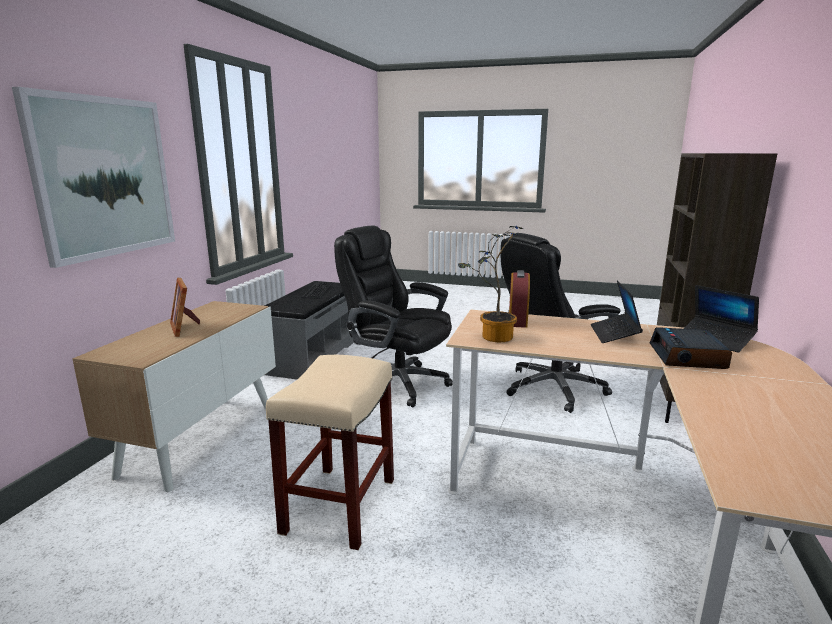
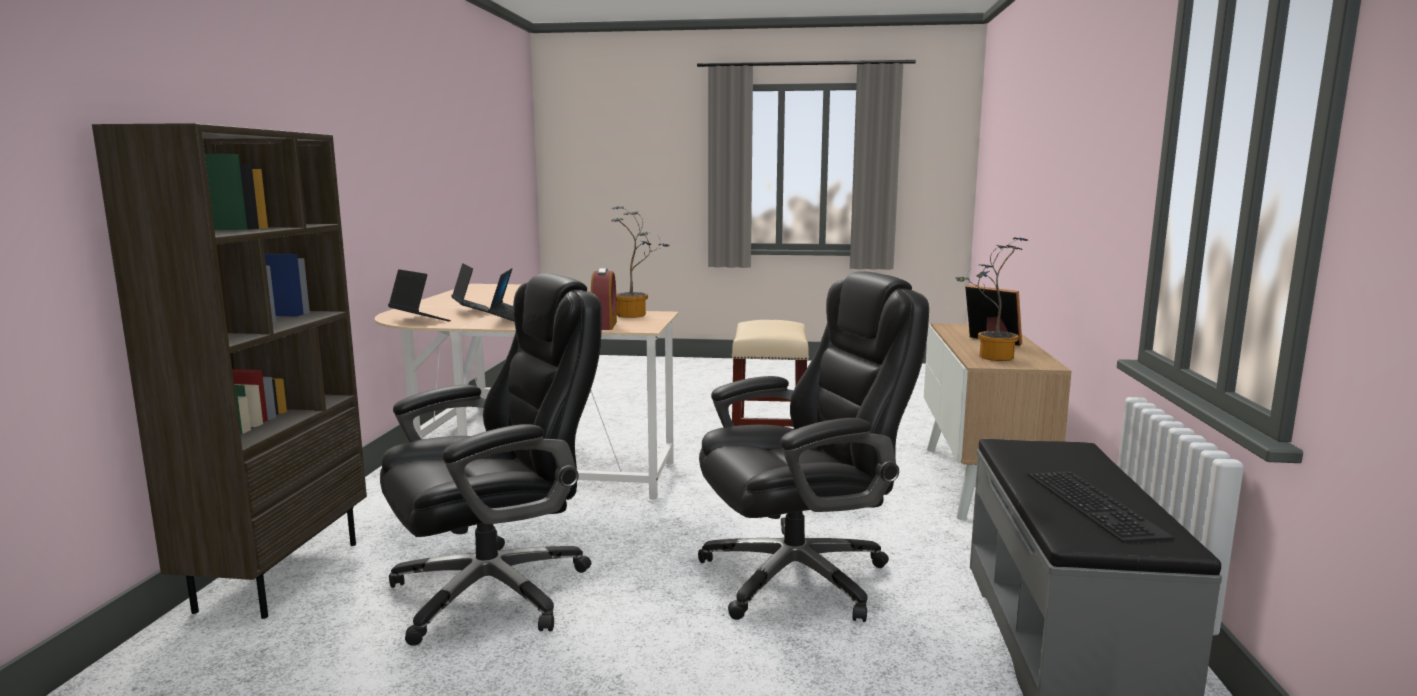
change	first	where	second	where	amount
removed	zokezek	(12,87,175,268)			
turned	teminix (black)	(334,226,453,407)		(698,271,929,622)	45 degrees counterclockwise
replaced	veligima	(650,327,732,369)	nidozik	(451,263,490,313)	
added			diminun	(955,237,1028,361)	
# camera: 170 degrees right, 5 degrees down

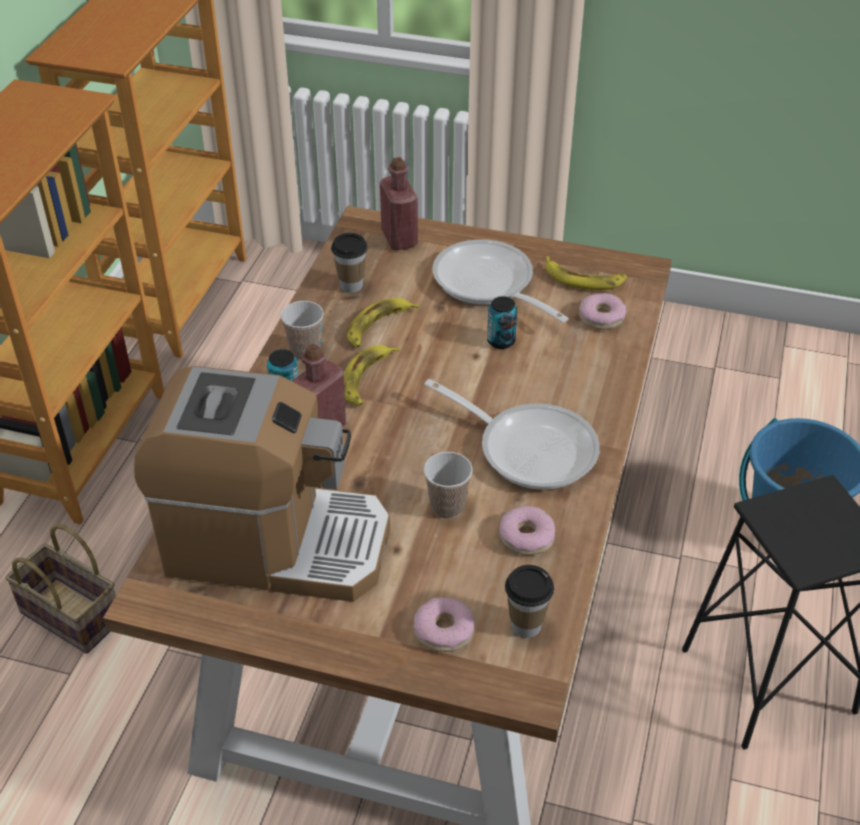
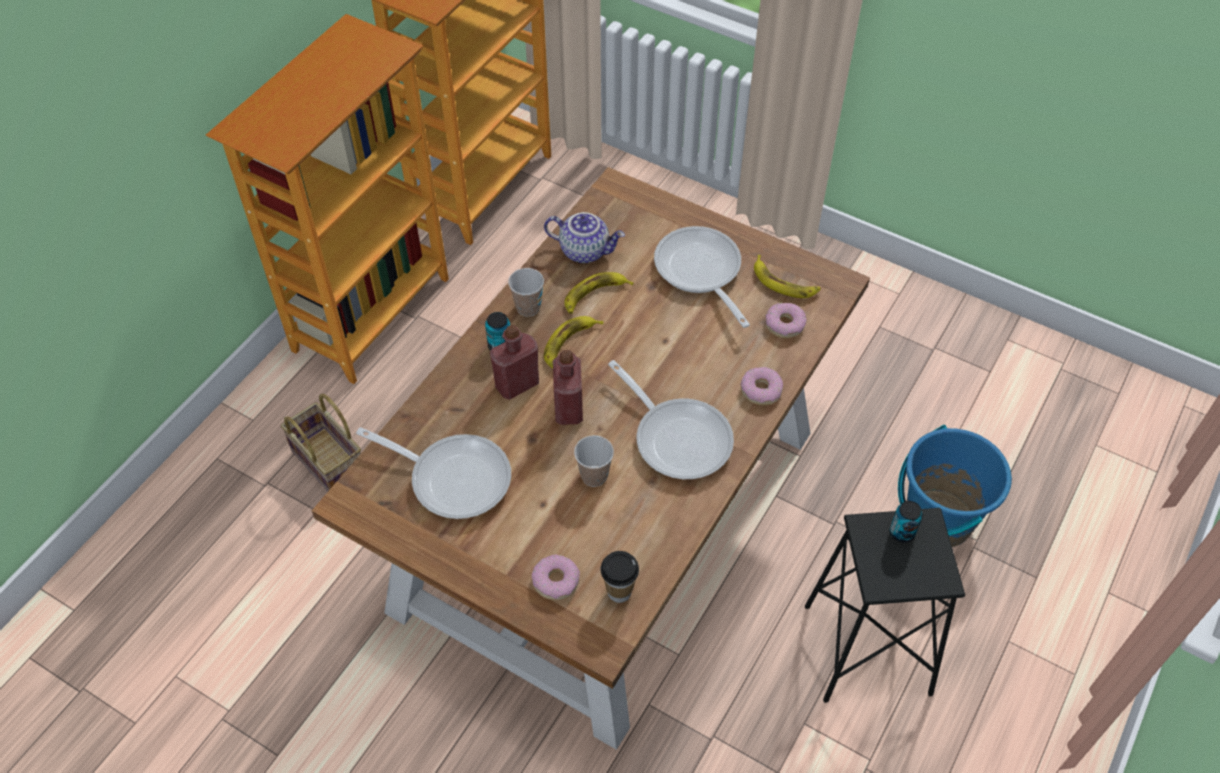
change	first	where	second	where	amount
replaced	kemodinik	(134,366,390,602)	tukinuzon	(356,427,511,519)	
replaced	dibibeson	(331,233,368,293)	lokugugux	(544,212,625,263)	
moved	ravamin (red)	(380,157,418,250)		(553,350,583,425)	
moved	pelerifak	(487,296,517,349)		(890,501,923,543)	
moved	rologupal	(499,506,555,555)		(741,367,783,405)	
# camera: 15 degrees right, 10 degrees up

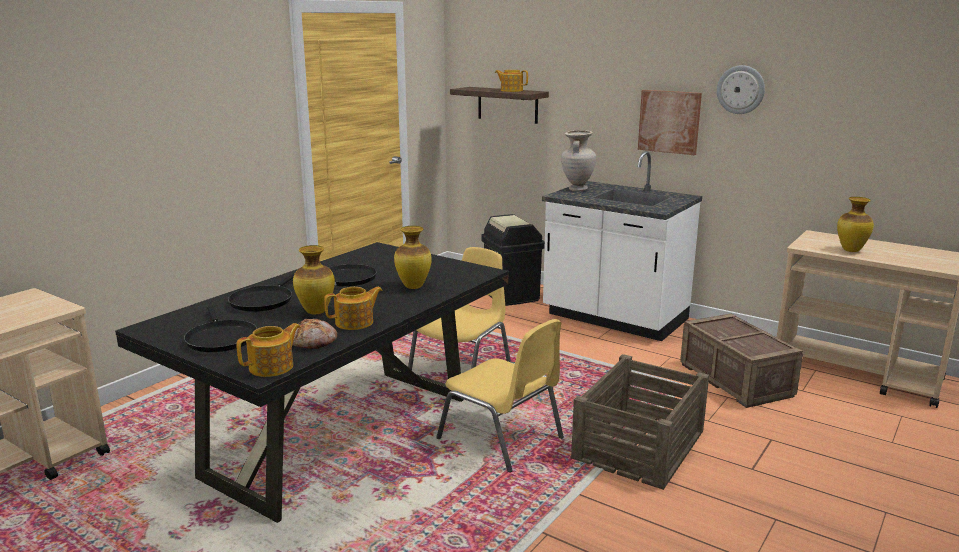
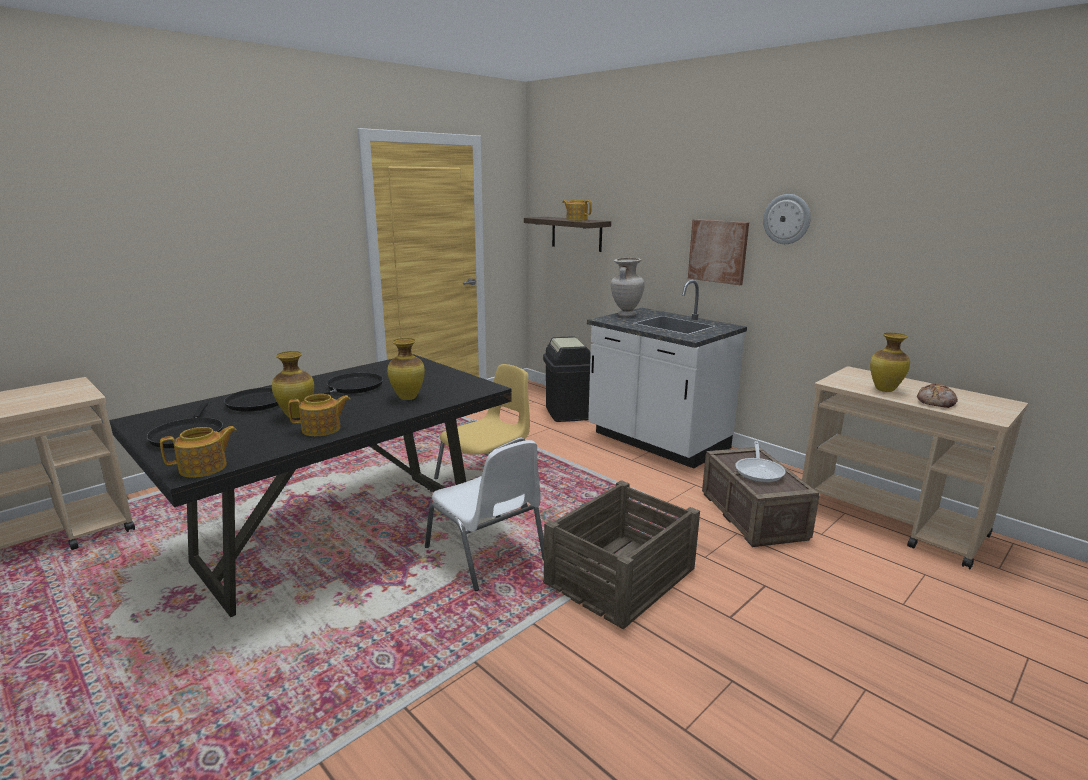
change	first	where	second	where	amount
moved	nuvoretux	(293,319,337,349)		(917,383,958,408)	
recoloured	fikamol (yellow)	(436,319,564,472)	fikamol (white)	(425,440,544,591)	
added			tukinuzon	(735,441,786,482)	
# camera: 10 degrees right, 0 degrees up

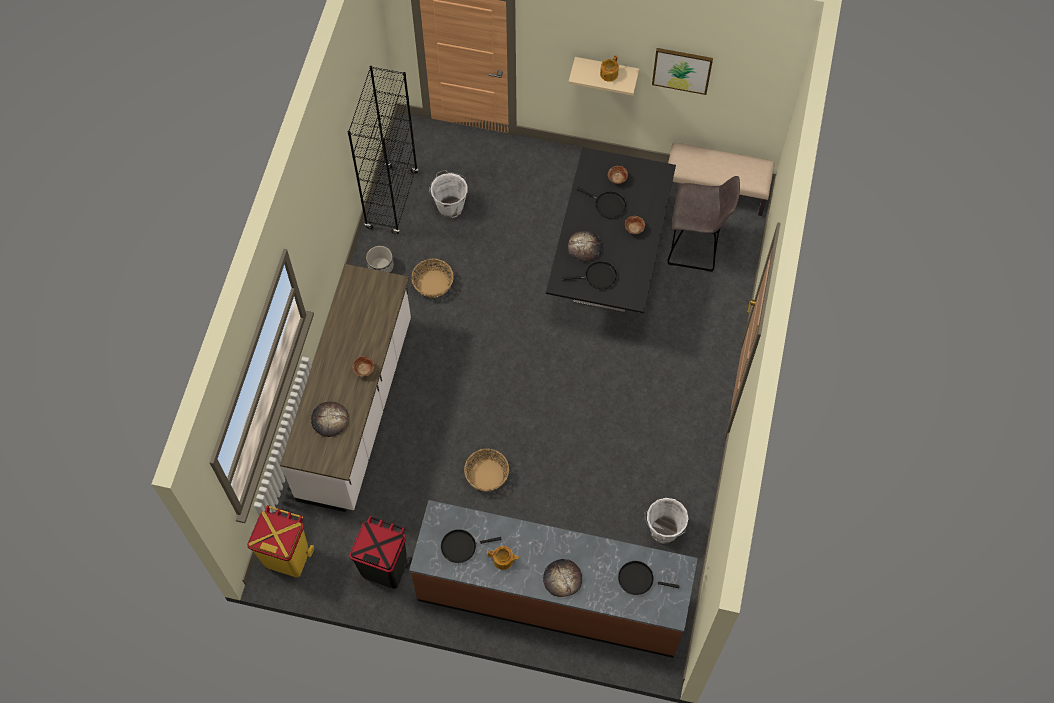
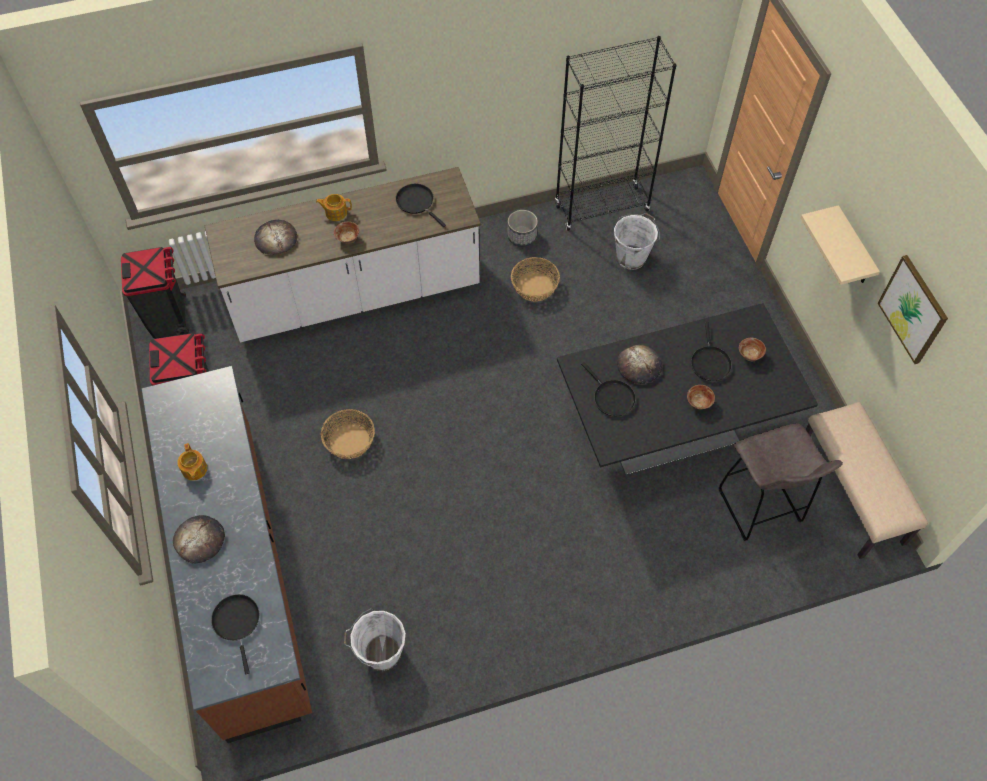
change	first	where	second	where	amount
recoloured	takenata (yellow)	(247,505,314,577)	takenata (black)	(121,247,189,339)	
moved	tukinuzon (black)	(441,529,501,563)		(396,184,446,227)	
moved	lokugugux	(600,55,619,82)		(316,194,352,221)	
# camera: 60 degrees right, 5 degrees down

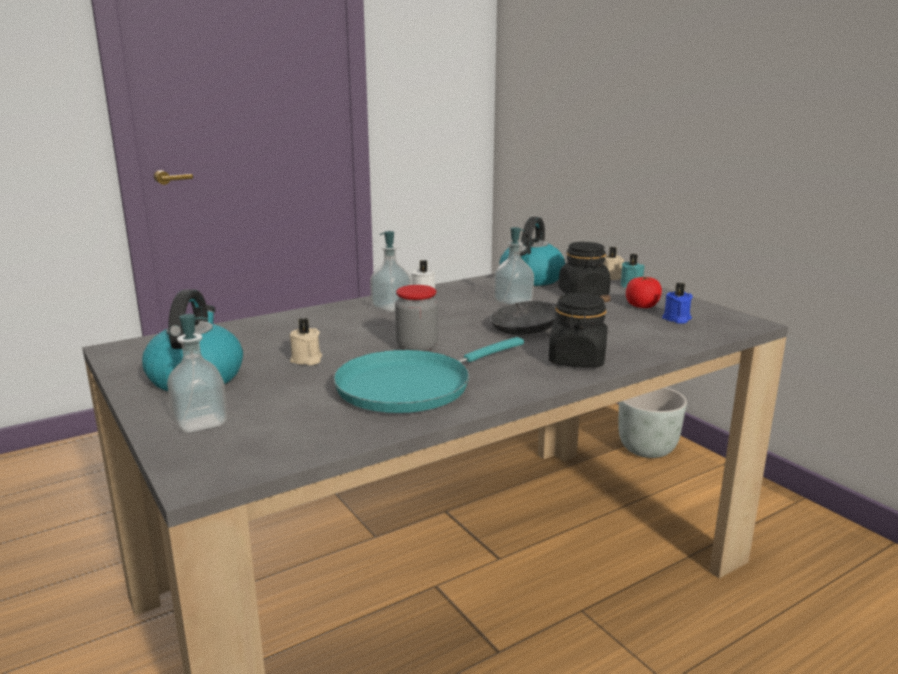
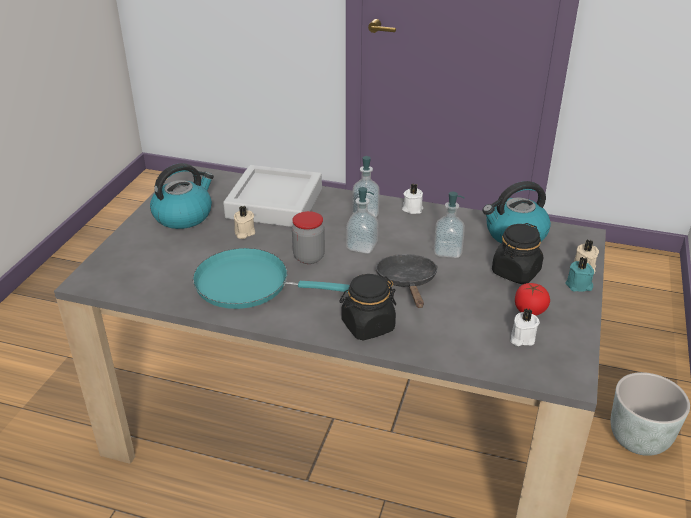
change	first	where	second	where	amount
moved	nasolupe	(167,314,228,433)		(346,187,379,254)	
turned	tukinuzon (black)	(490,295,611,335)		(375,254,438,308)	45 degrees clockwise
recoloured	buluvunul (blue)	(662,282,693,324)	buluvunul (white)	(510,309,540,346)	
added			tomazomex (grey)	(223,165,322,227)	
# camera: 50 degrees right, 15 degrees up

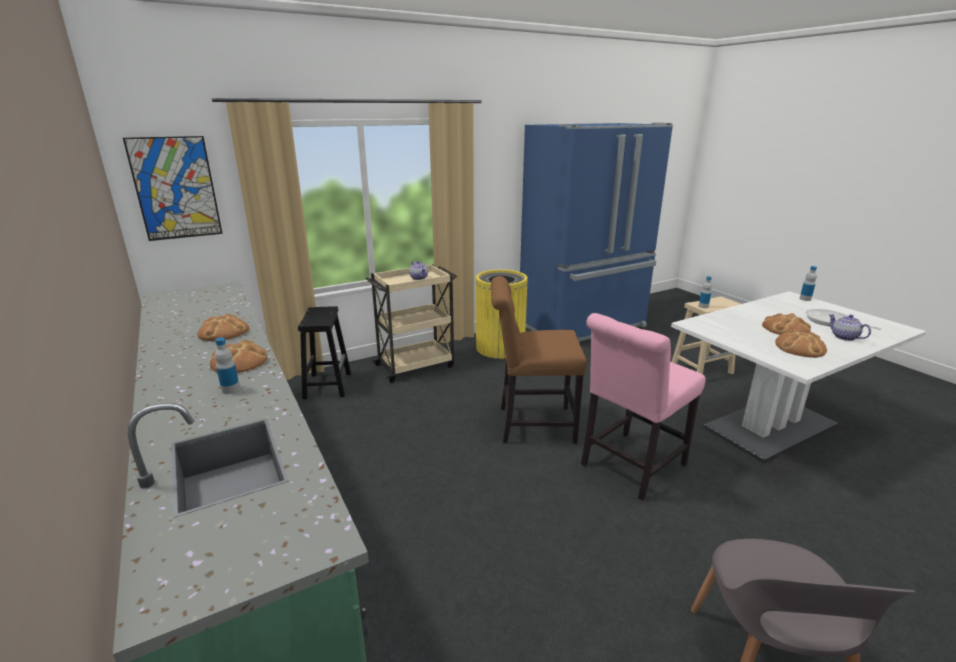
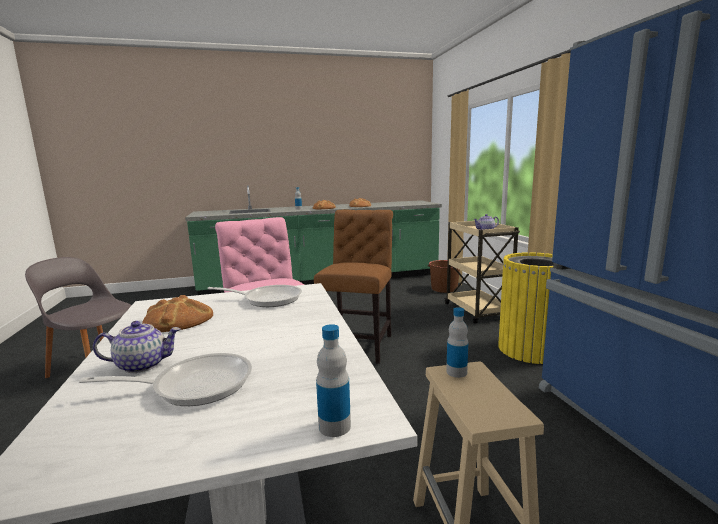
change	first	where	second	where	amount
removed	zokezek	(123,136,223,241)			
replaced	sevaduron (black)	(298,306,351,399)	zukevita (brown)	(428,260,460,293)	
removed	nuvoretux	(762,313,811,335)			
added			tukinuzon	(207,285,302,307)	
# camera: 105 degrees right, 10 degrees down

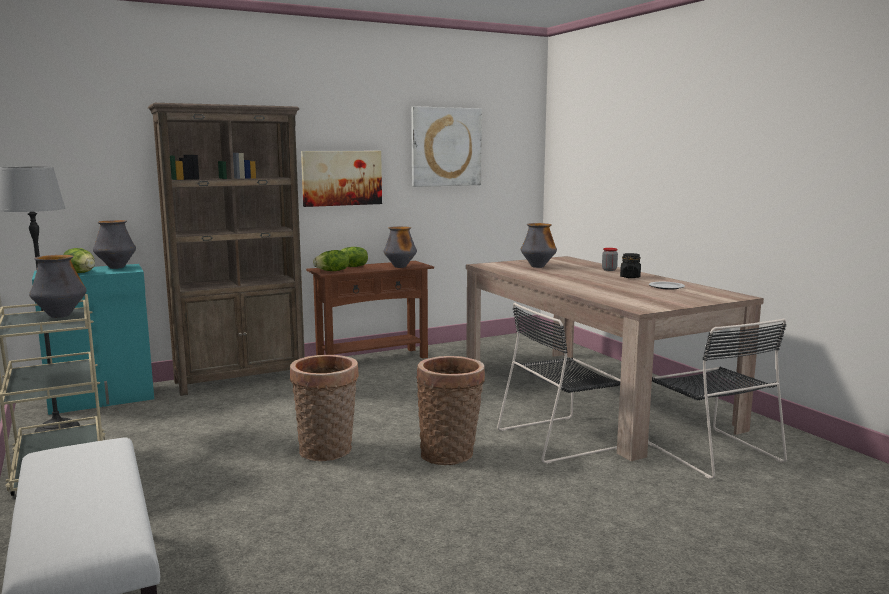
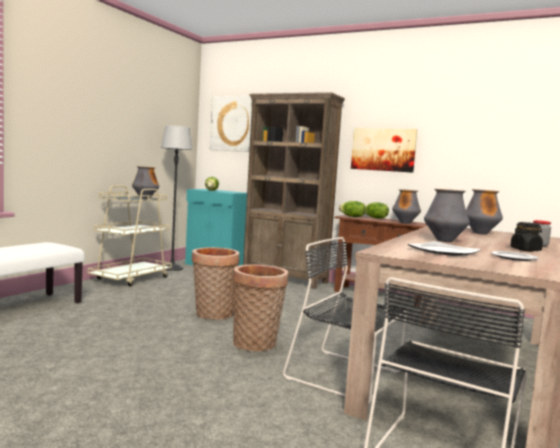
change	first	where	second	where	amount
moved	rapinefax	(93,220,136,269)		(424,189,470,242)	
moved	zokezek	(411,106,482,187)		(210,96,252,152)	
added			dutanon	(408,241,481,256)	
# camera: 55 degrees right, 5 degrees down

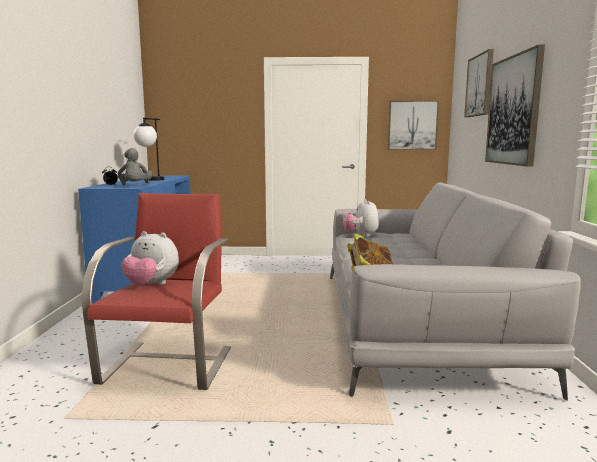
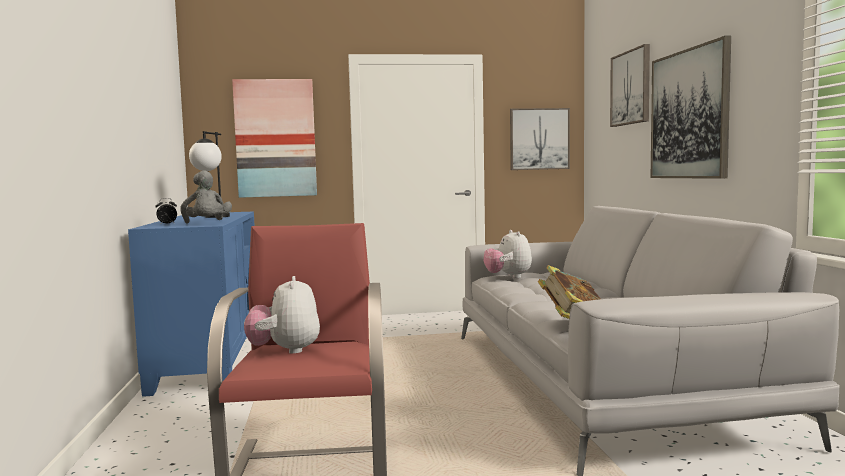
change	first	where	second	where	amount
turned	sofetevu	(121,231,179,285)		(244,276,320,353)	75 degrees clockwise
added			zokezek	(232,79,317,198)	
# camera: 10 degrees left, 5 degrees down

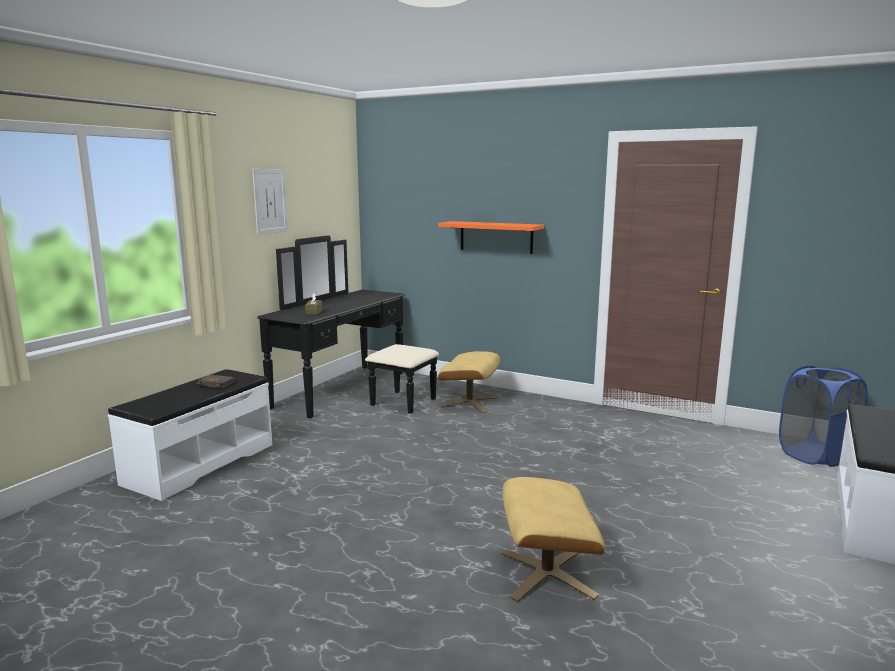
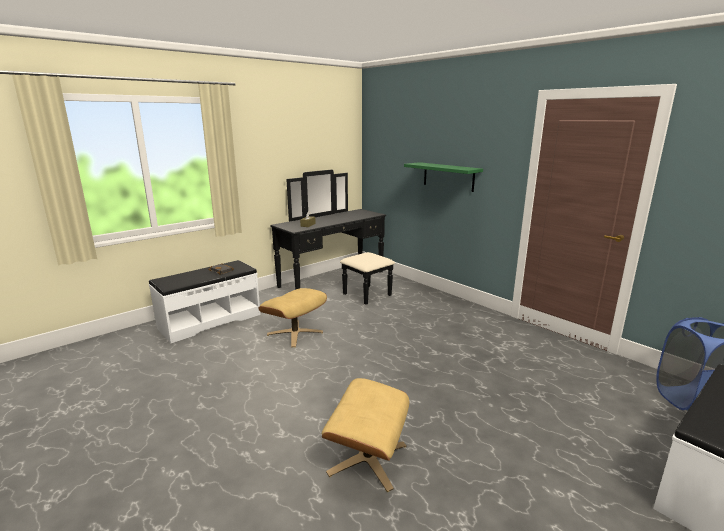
change	first	where	second	where	amount
removed	zokezek	(252,169,288,234)			
recoloured	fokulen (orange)	(438,221,544,254)	fokulen (green)	(404,162,483,192)	
moved	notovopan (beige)	(438,351,500,413)		(258,288,327,347)	
# camera: 20 degrees right, 5 degrees up

